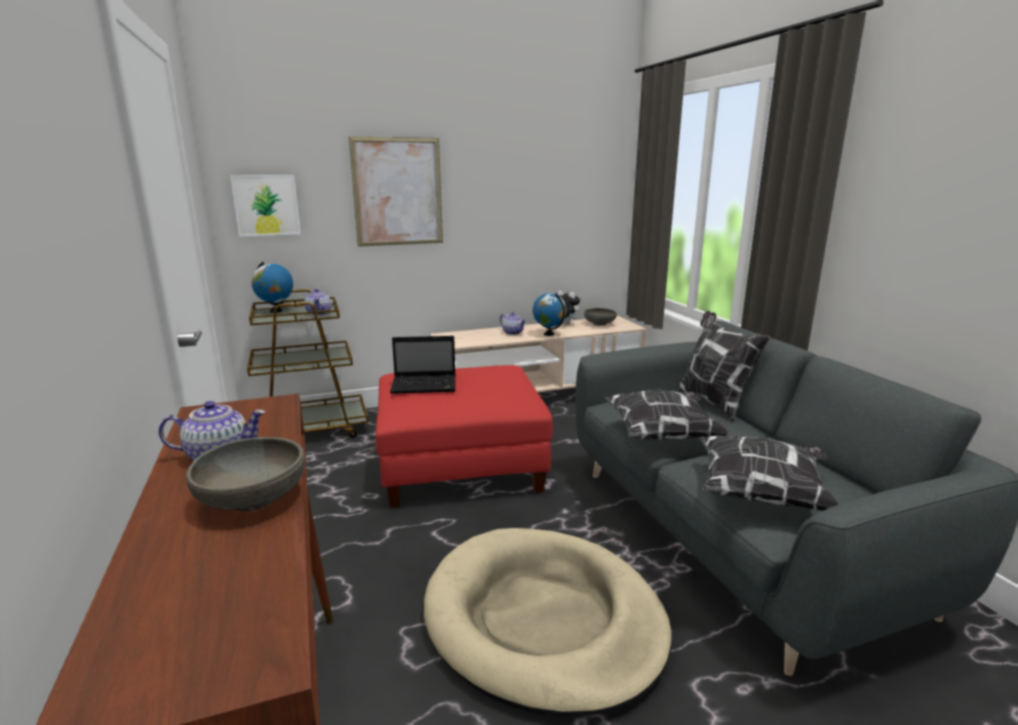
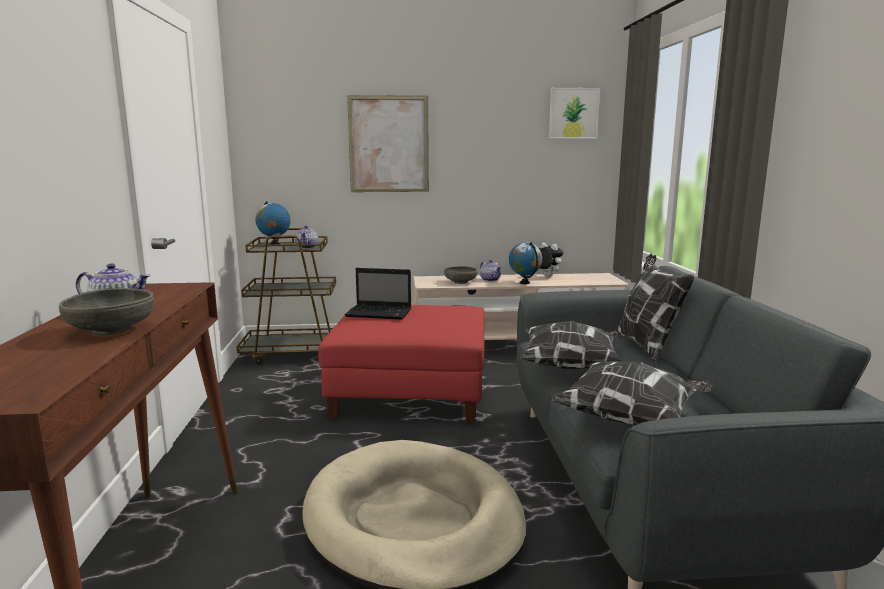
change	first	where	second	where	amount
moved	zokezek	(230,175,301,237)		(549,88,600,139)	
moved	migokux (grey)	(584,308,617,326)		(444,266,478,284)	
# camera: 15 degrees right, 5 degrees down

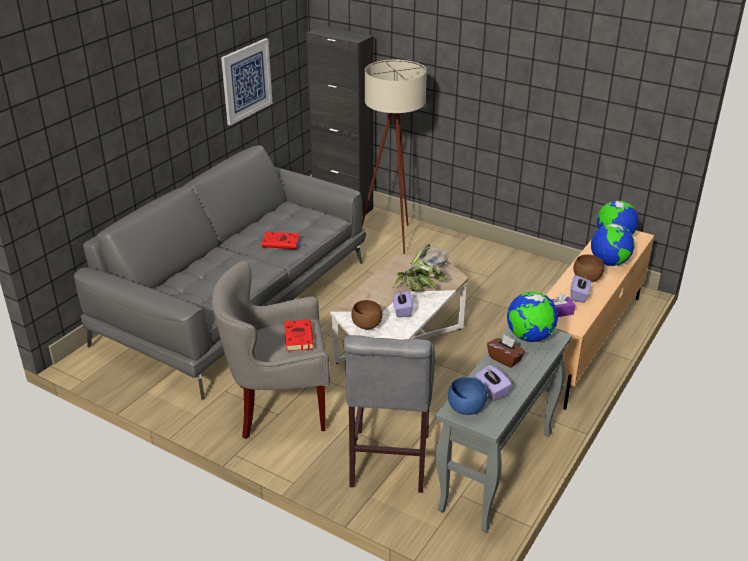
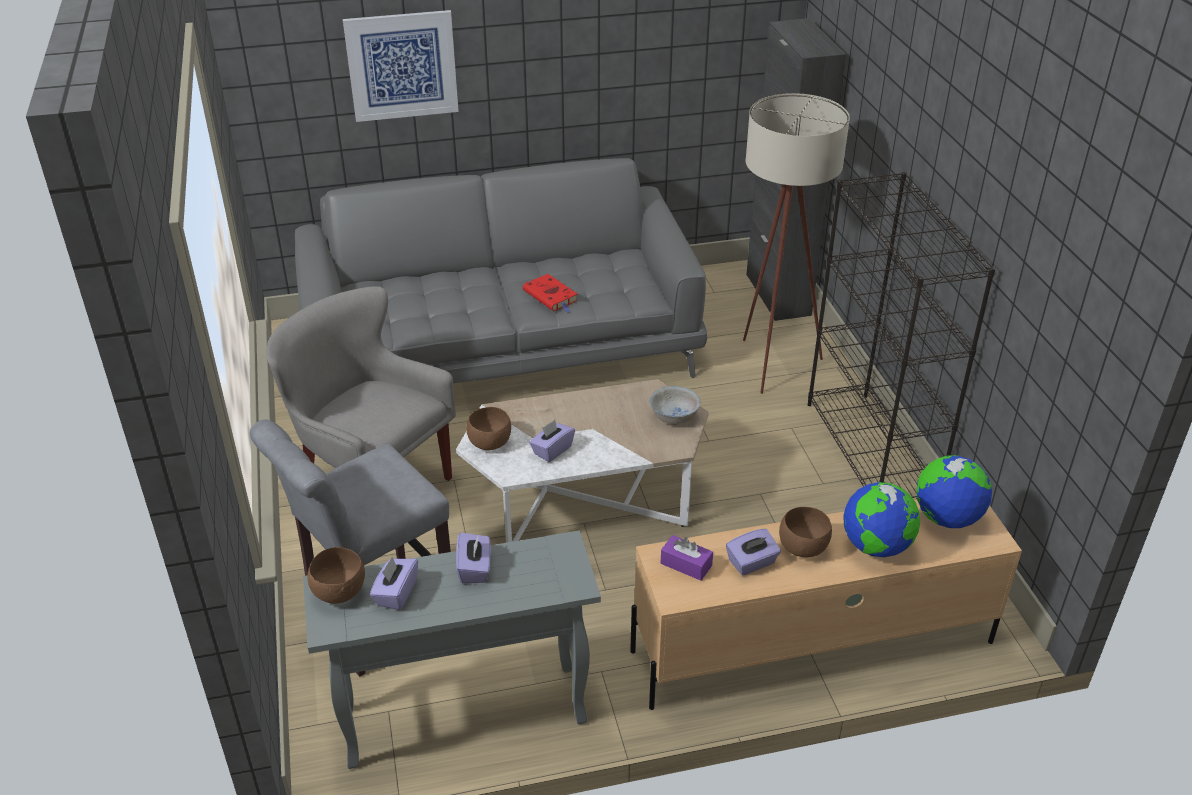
change	first	where	second	where	amount
moved	zokezek	(221,38,273,126)		(343,10,459,122)	
removed	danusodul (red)	(284,319,314,351)			
removed	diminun	(392,244,448,291)			
recoloured	migokux (blue)	(448,377,487,415)	migokux (brown)	(308,547,365,604)	
recoloured	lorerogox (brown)	(487,334,525,368)	lorerogox (purple)	(456,533,491,584)	
removed	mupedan	(507,291,558,342)			
added			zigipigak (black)	(808,172,996,499)	
# camera: 45 degrees right, 5 degrees up

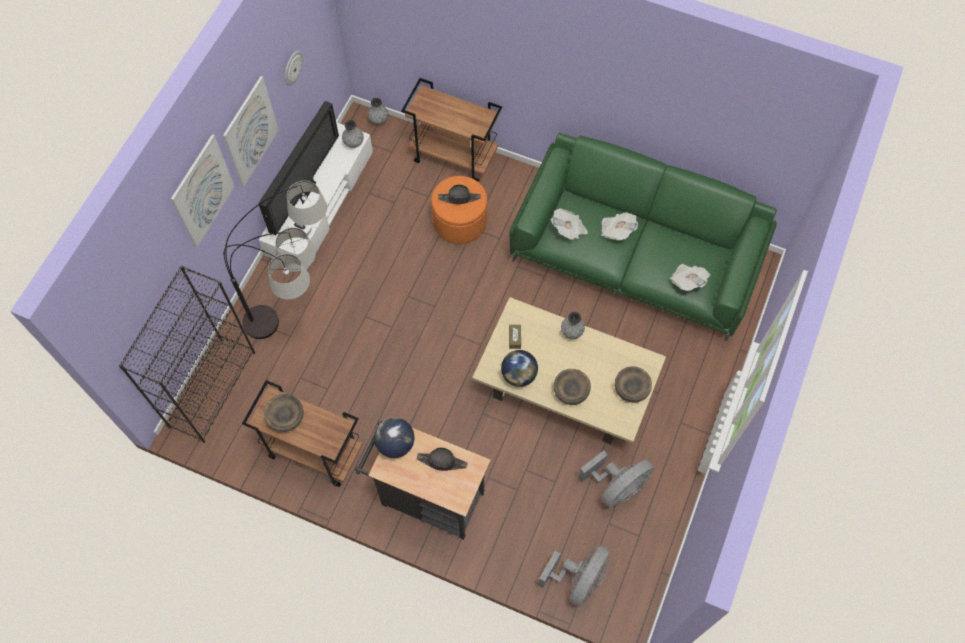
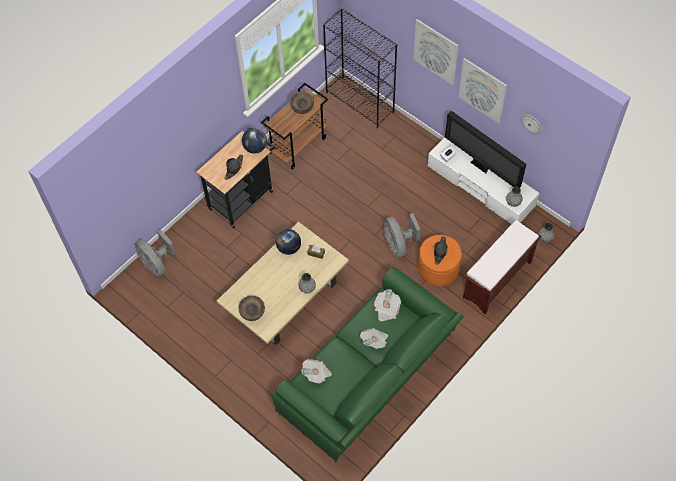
change	first	where	second	where	amount
removed	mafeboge	(223,181,327,339)			
replaced	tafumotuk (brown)	(401,78,502,181)	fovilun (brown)	(463,220,541,314)	
removed	migokux (brown)	(554,369,591,405)			
moved	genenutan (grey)	(578,451,654,508)		(384,213,421,257)	
# camera: 110 degrees right, 5 degrees down

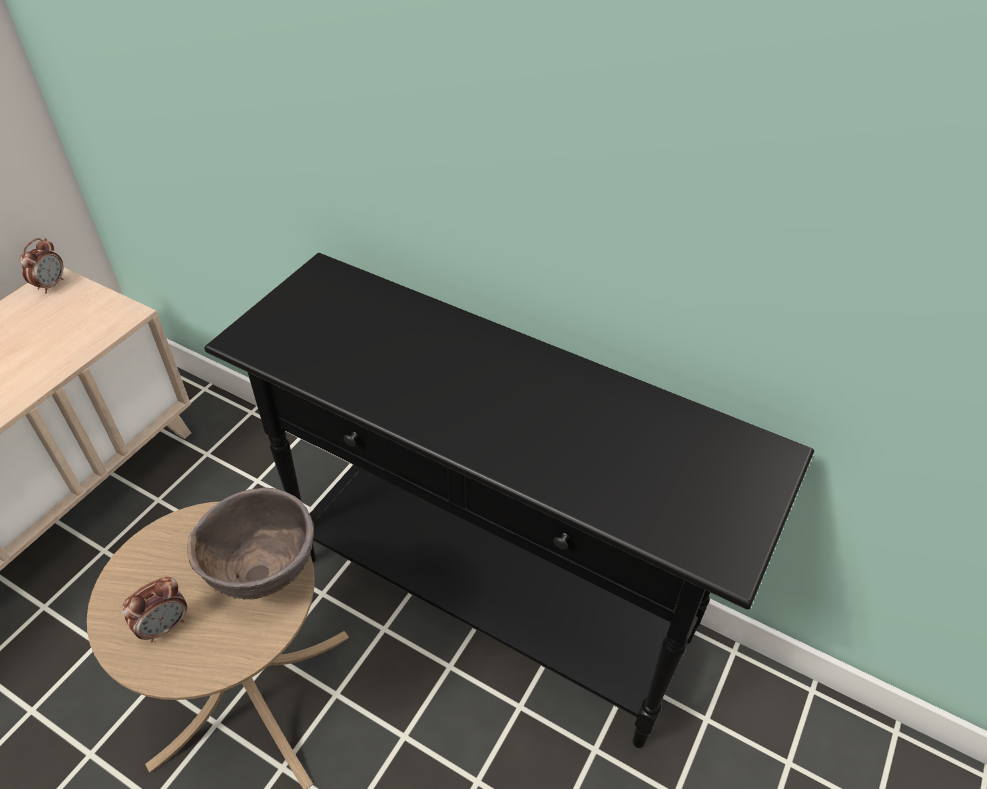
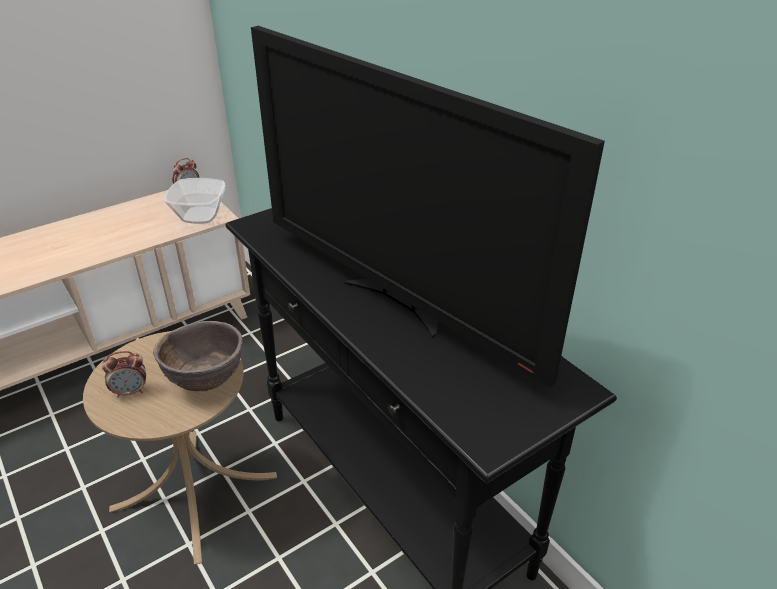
change	first	where	second	where	amount
added			migokux	(165,178,226,224)	
added			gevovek	(251,26,605,388)	
# camera: 25 degrees right, 10 degrees down

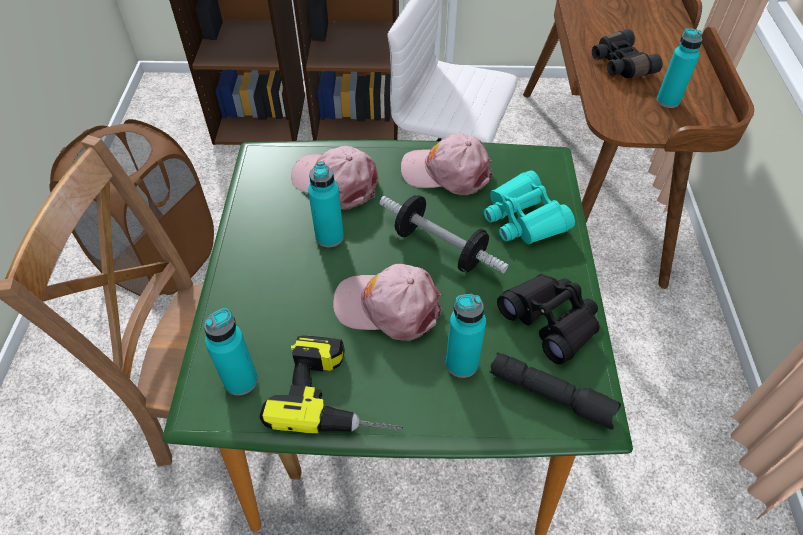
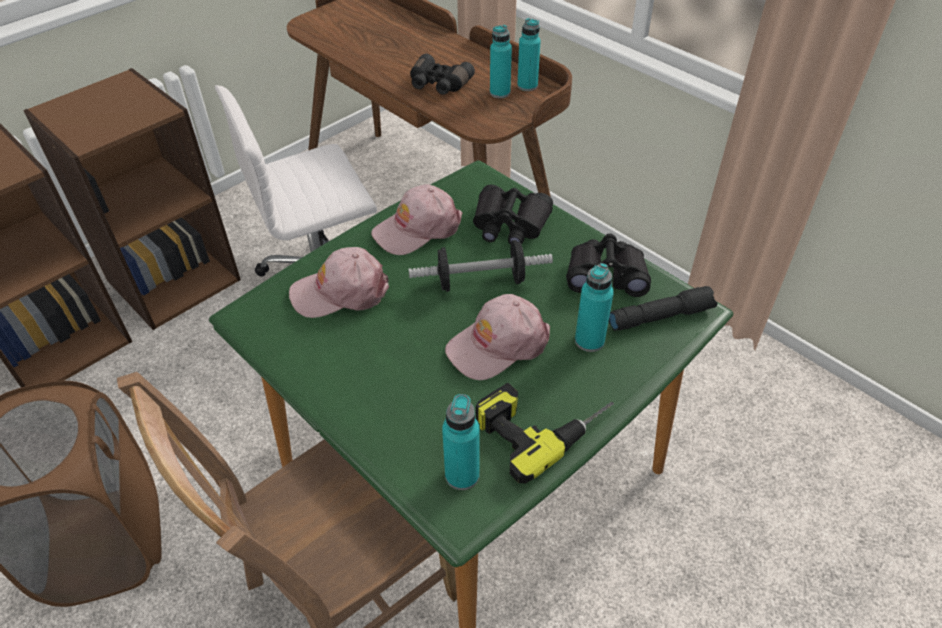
change	first	where	second	where	amount
moved	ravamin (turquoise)	(308,161,344,247)		(517,18,541,91)	
recoloured	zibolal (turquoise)	(484,170,575,244)	zibolal (black)	(473,185,553,245)	
# camera: 45 degrees left, 5 degrees down

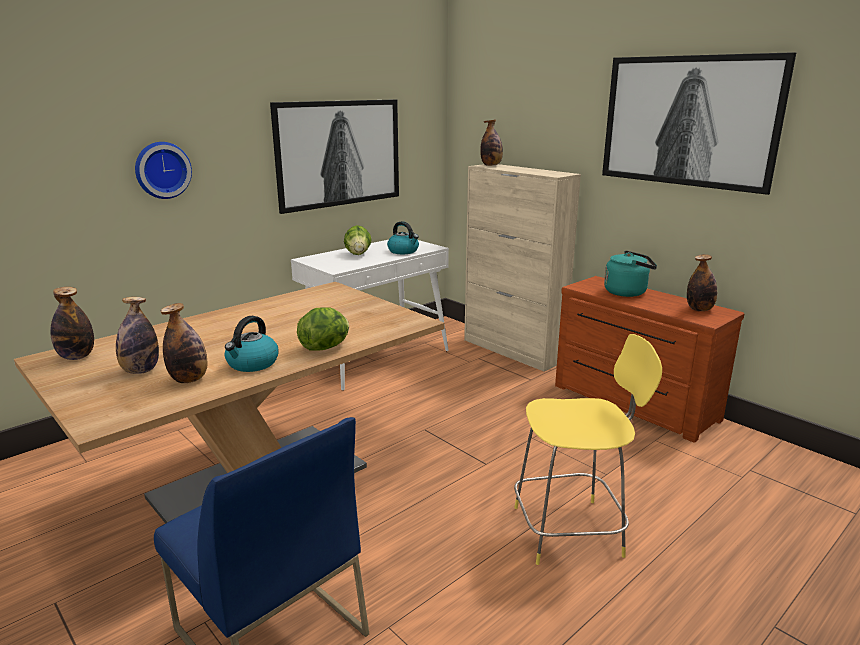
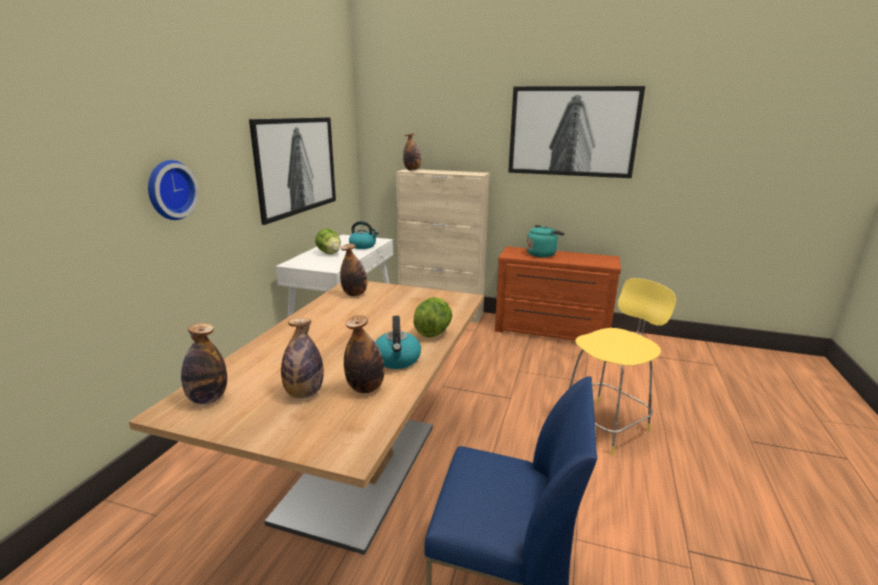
change	first	where	second	where	amount
moved	ravamin	(687,254,717,311)		(340,244,367,296)	
# camera: 30 degrees left, 0 degrees up

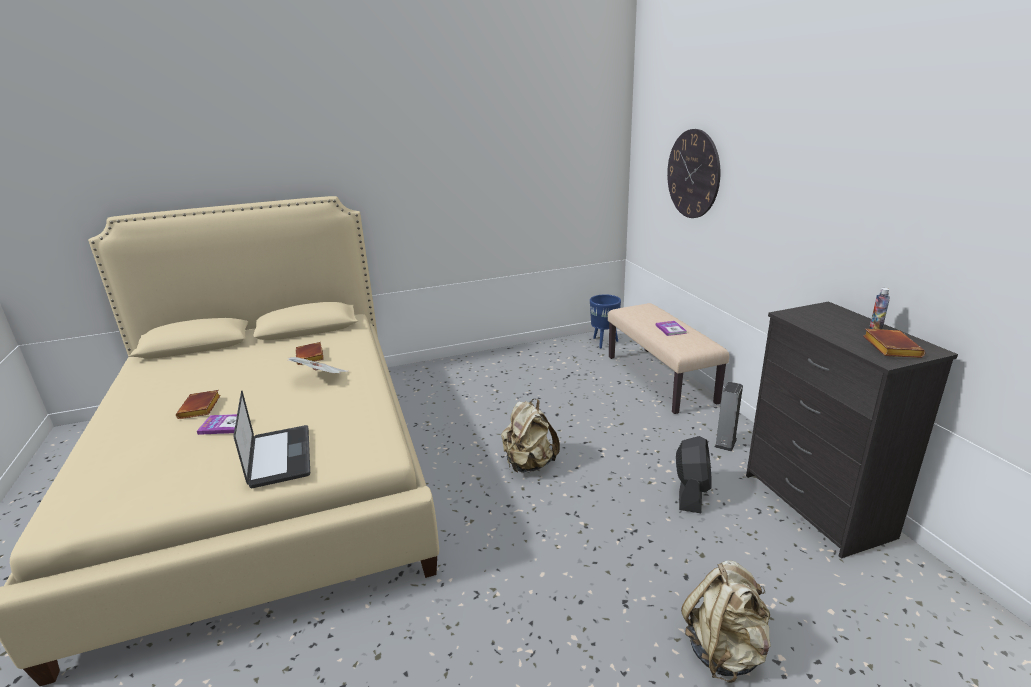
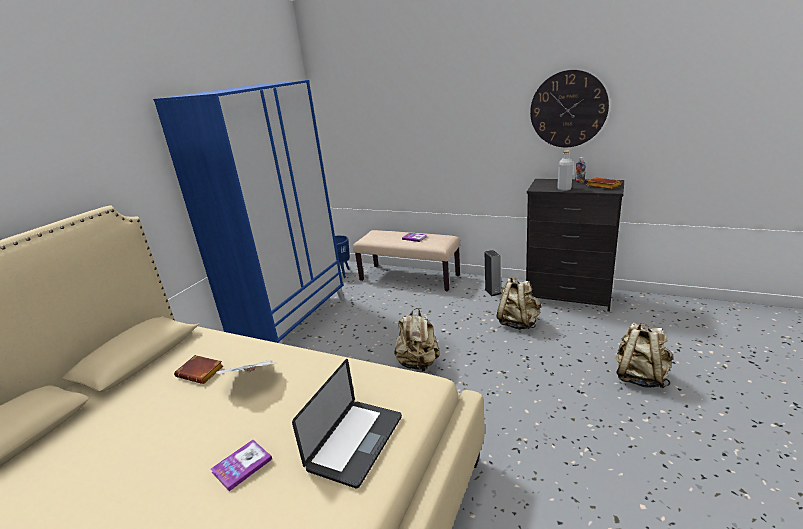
change	first	where	second	where	amount
removed	danusodul (brown)	(176,390,221,419)			
turned	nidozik	(233,391,310,488)		(292,359,402,488)	90 degrees clockwise
moved	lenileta	(667,129,720,218)		(530,70,609,147)	
replaced	genenutan (black)	(676,436,712,513)	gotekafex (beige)	(497,277,541,329)	
added			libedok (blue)	(153,80,344,344)	
added			ravamin (grey)	(557,151,573,191)	
# camera: 45 degrees left, 0 degrees up

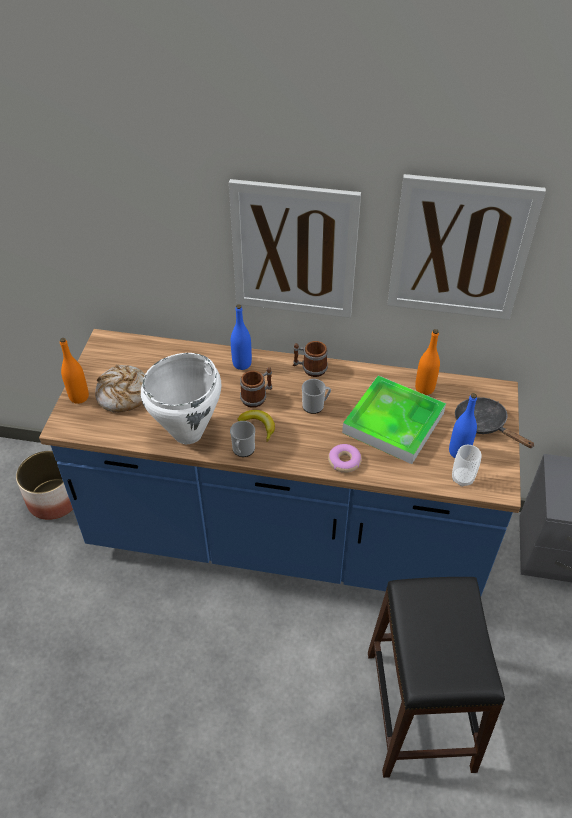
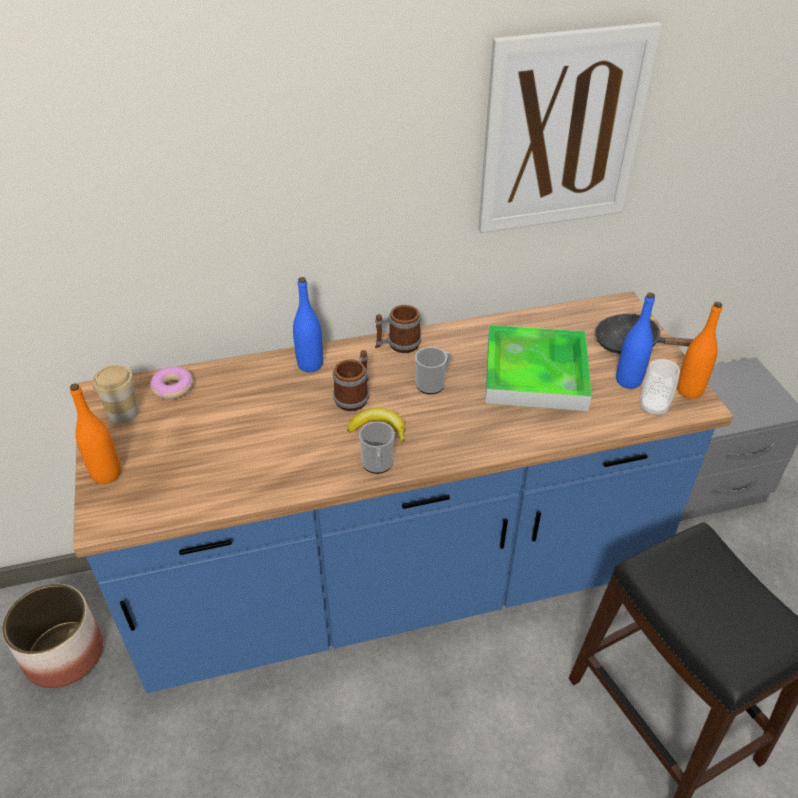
change	first	where	second	where	amount
removed	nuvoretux	(95,364,145,413)			
removed	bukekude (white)	(141,353,221,444)			
removed	zokezek	(229,179,361,318)			
moved	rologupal	(328,444,362,473)		(150,366,193,399)	
moved	ravamin (orange)	(415,329,440,395)		(677,302,722,399)	
added			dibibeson	(92,365,138,424)	
# camera: 25 degrees left, 5 degrees down

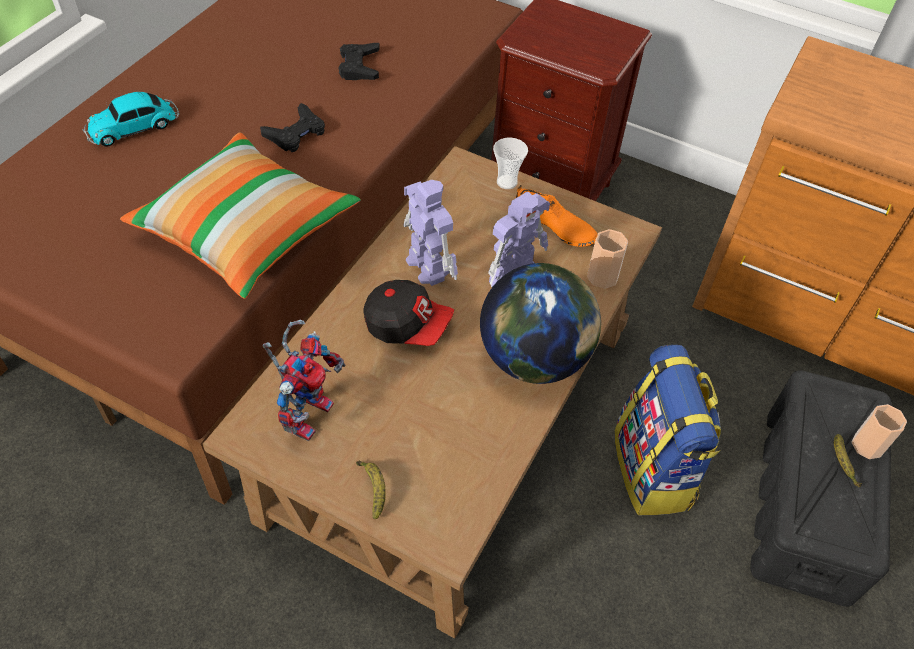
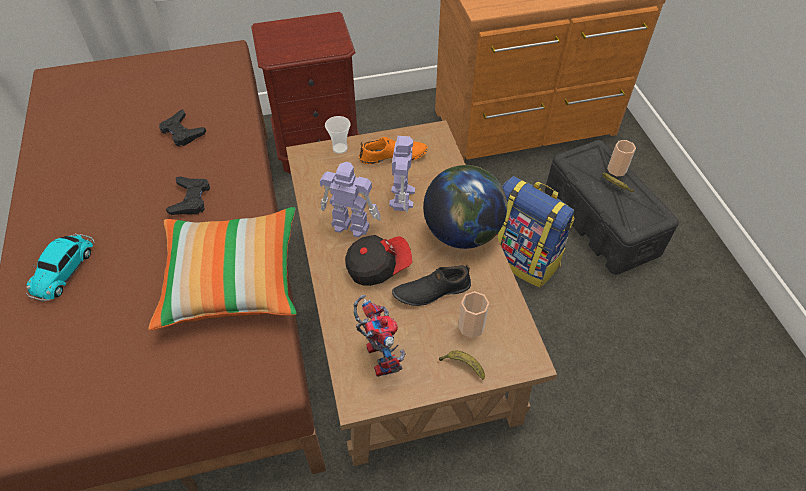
change	first	where	second	where	amount
moved	dibibeson	(587,229,628,289)		(458,291,489,338)	
added			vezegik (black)	(392,265,471,306)	
# camera: 40 degrees left, 0 degrees up

